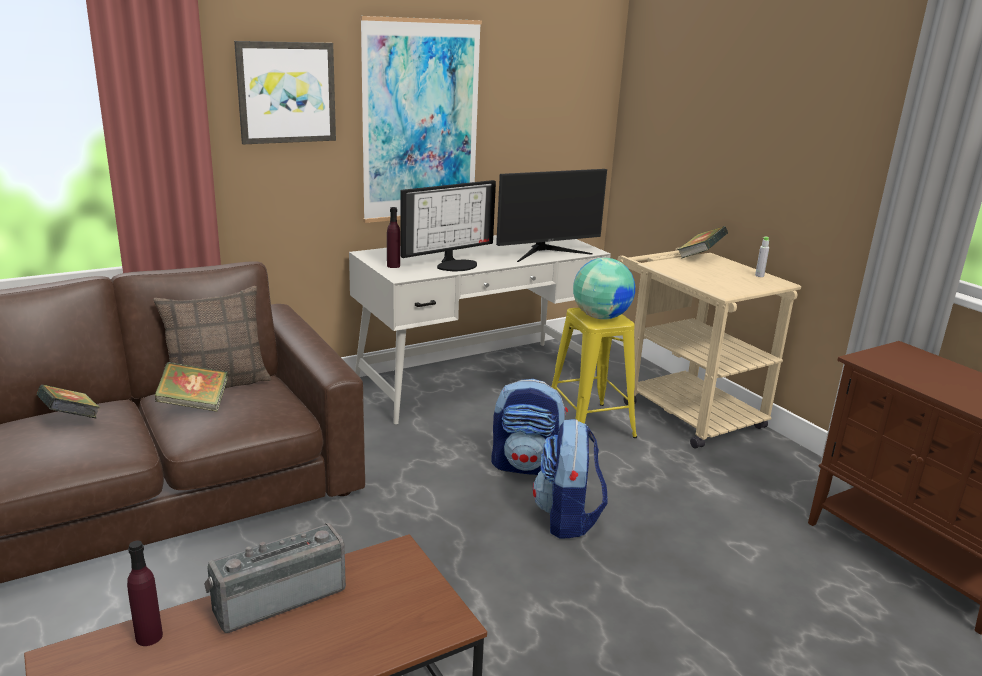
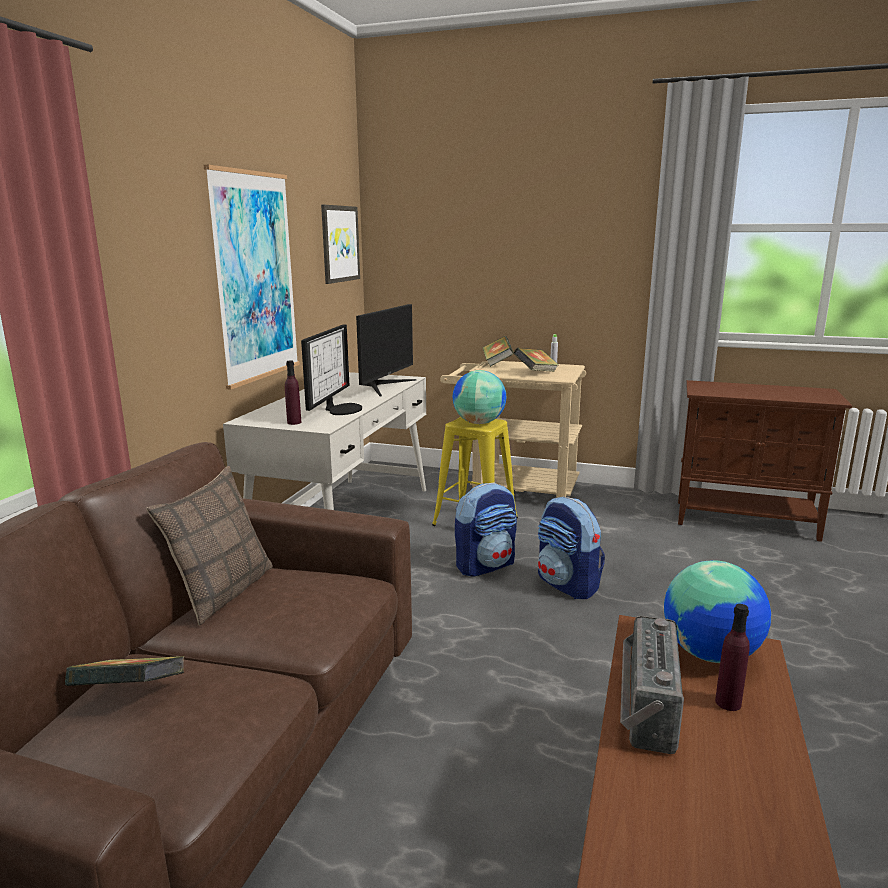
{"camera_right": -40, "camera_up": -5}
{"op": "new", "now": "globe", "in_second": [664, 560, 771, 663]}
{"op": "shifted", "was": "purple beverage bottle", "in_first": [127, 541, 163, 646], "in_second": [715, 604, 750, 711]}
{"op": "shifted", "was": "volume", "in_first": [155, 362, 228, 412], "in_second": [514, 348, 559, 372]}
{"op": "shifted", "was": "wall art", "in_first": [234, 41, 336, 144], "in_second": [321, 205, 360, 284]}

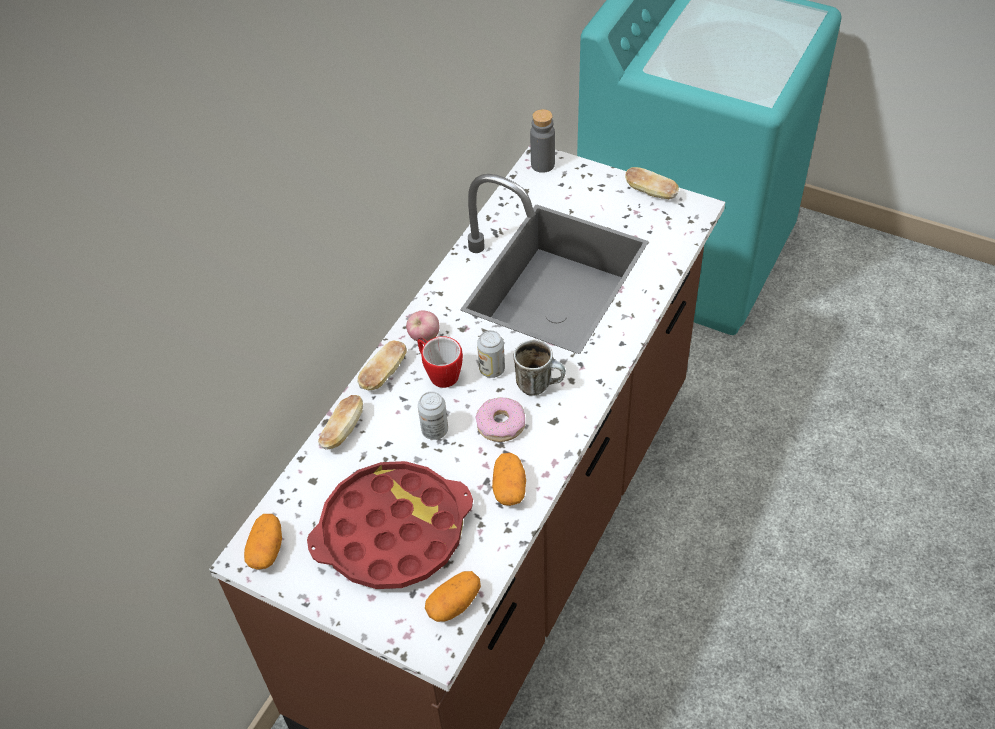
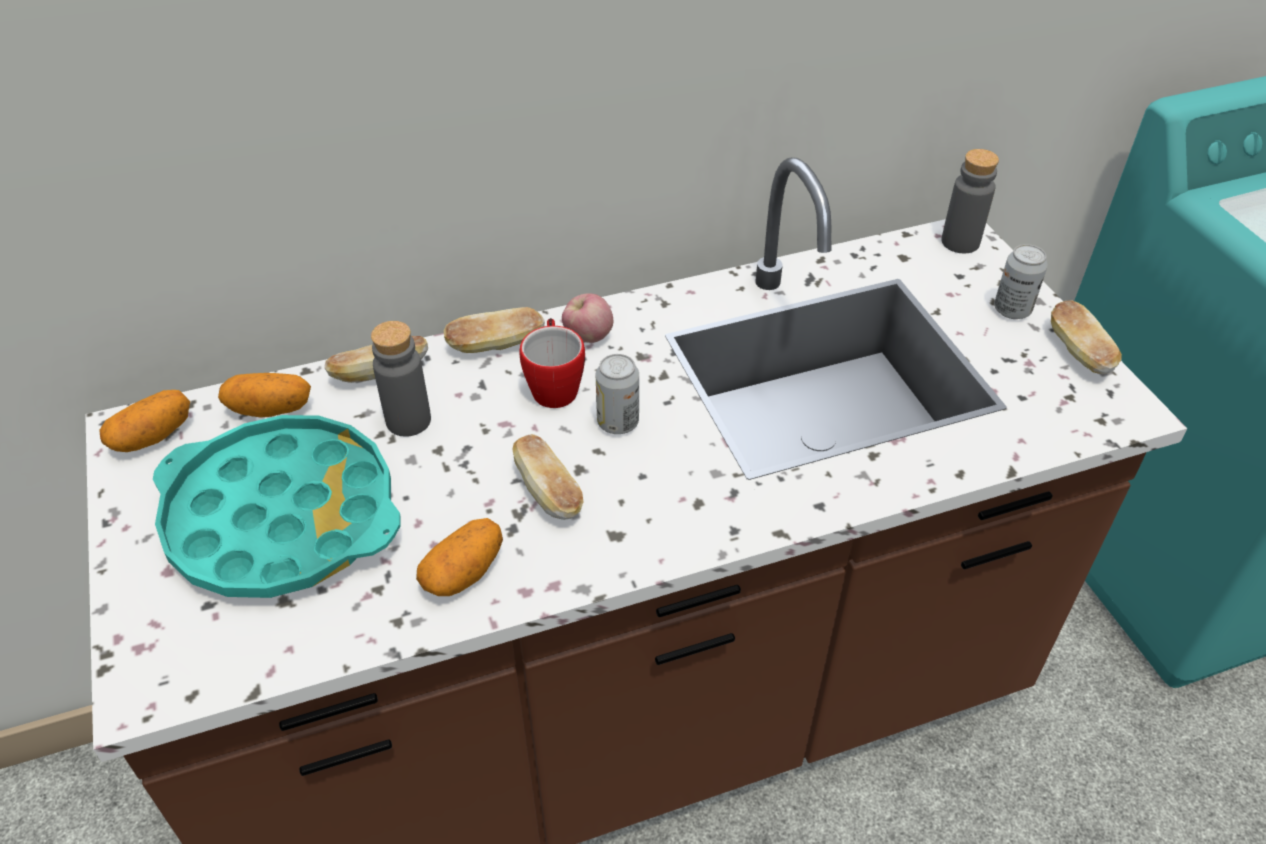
{"camera_right": 40, "camera_up": -5}
{"op": "gone", "was": "tea mug", "in_first": [514, 340, 566, 396]}
{"op": "new", "now": "greyish beverage bottle", "in_second": [371, 321, 431, 437]}
{"op": "shifted", "was": "sealed can", "in_first": [418, 391, 448, 440], "in_second": [994, 244, 1048, 319]}
{"op": "shifted", "was": "potato", "in_first": [425, 571, 481, 622], "in_second": [218, 373, 311, 418]}
{"op": "swapped", "was": "ring doughnut", "now": "baked bread", "in_first": [475, 397, 525, 442], "in_second": [512, 434, 583, 520]}
{"op": "repainted", "was": "reddish carrying tray", "now": "turquoise carrying tray", "in_first": [307, 461, 473, 589], "in_second": [153, 415, 401, 598]}

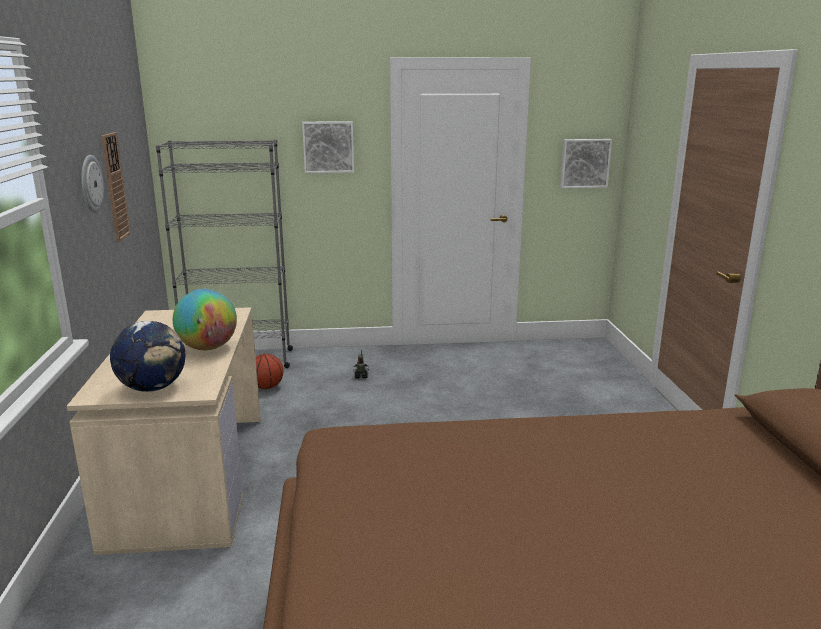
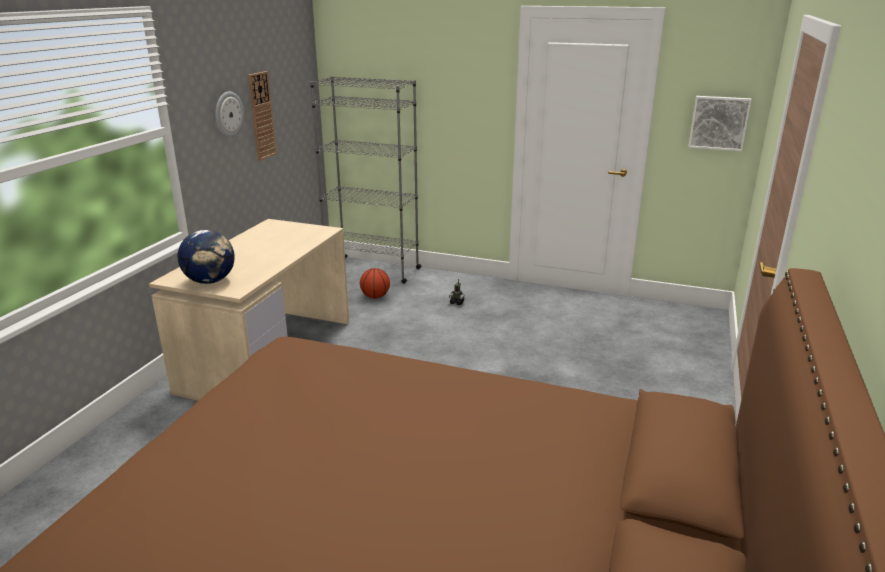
{"camera_right": 25, "camera_up": 5}
{"op": "gone", "was": "globe", "in_first": [173, 289, 237, 350]}
{"op": "gone", "was": "wall art", "in_first": [302, 121, 354, 173]}

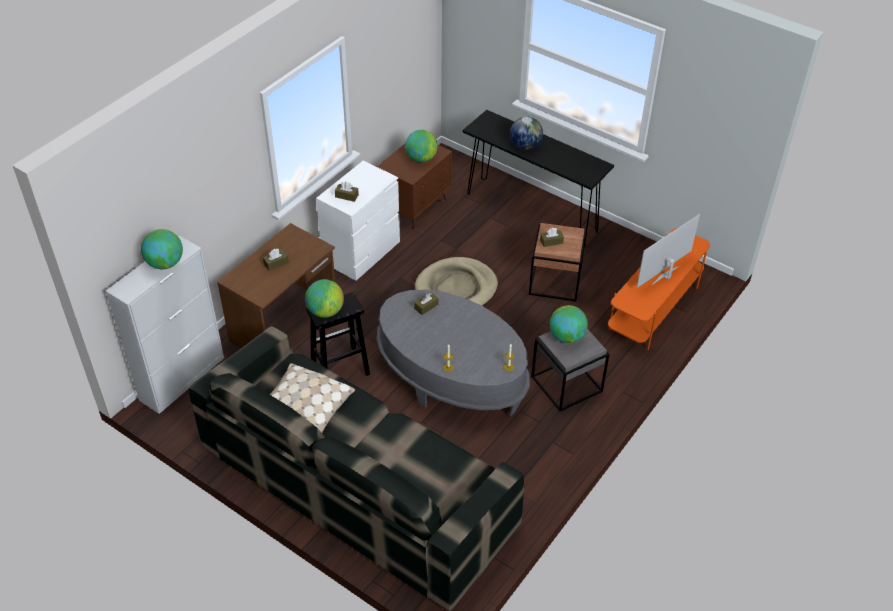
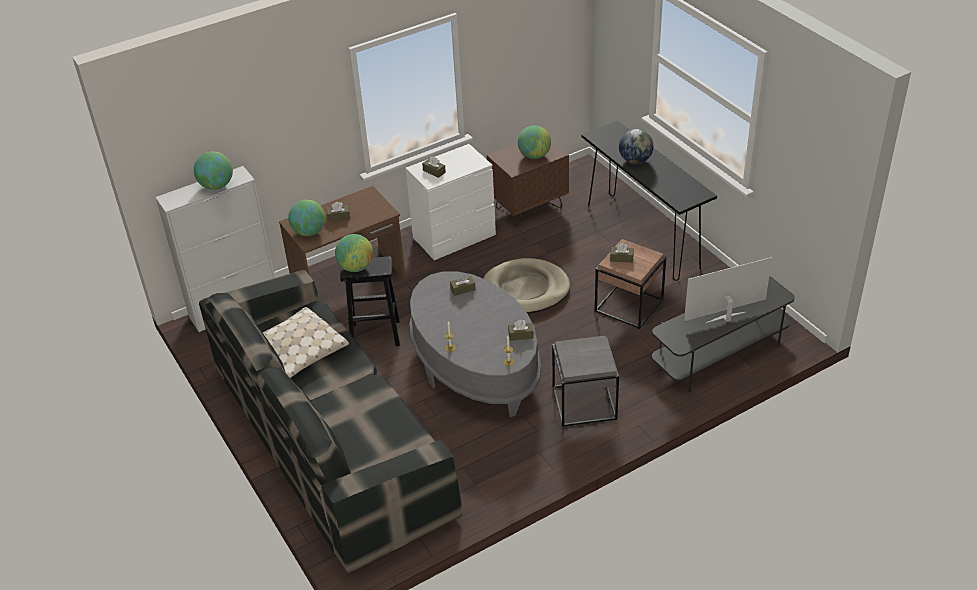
{"camera_right": 25, "camera_up": -5}
{"op": "new", "now": "brown-coloured tissue holder", "in_second": [508, 320, 534, 341]}
{"op": "shifted", "was": "globe", "in_first": [550, 305, 588, 343], "in_second": [288, 200, 325, 236]}
{"op": "repainted", "was": "orangey tv unit", "now": "greyish tv unit", "in_first": [608, 228, 710, 350], "in_second": [652, 276, 795, 393]}

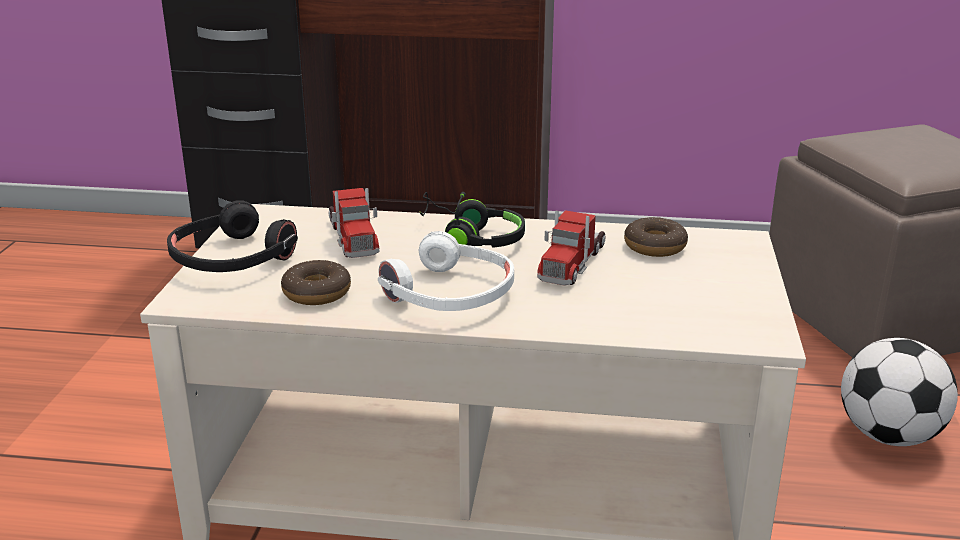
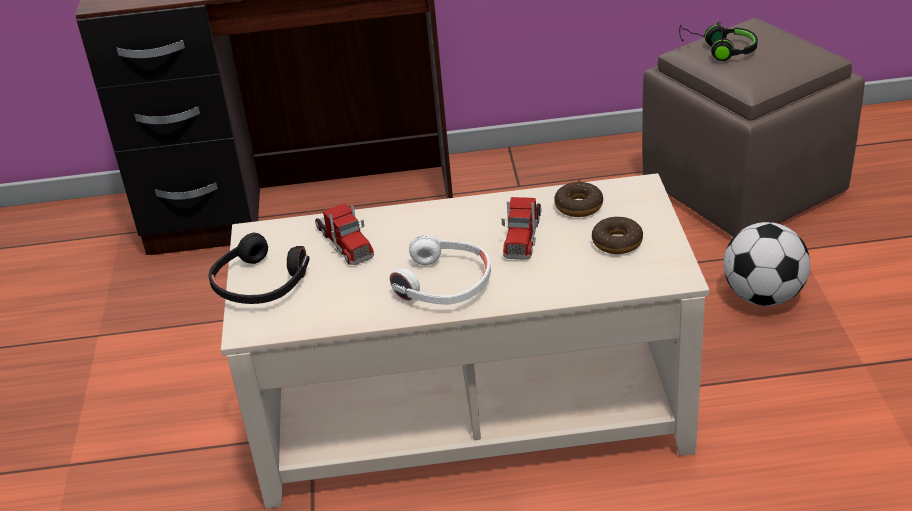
{"camera_right": -10, "camera_up": 10}
{"op": "shifted", "was": "ring doughnut", "in_first": [281, 260, 351, 305], "in_second": [592, 217, 643, 254]}
{"op": "shifted", "was": "black-coloured headset", "in_first": [419, 192, 525, 248], "in_second": [679, 22, 758, 61]}

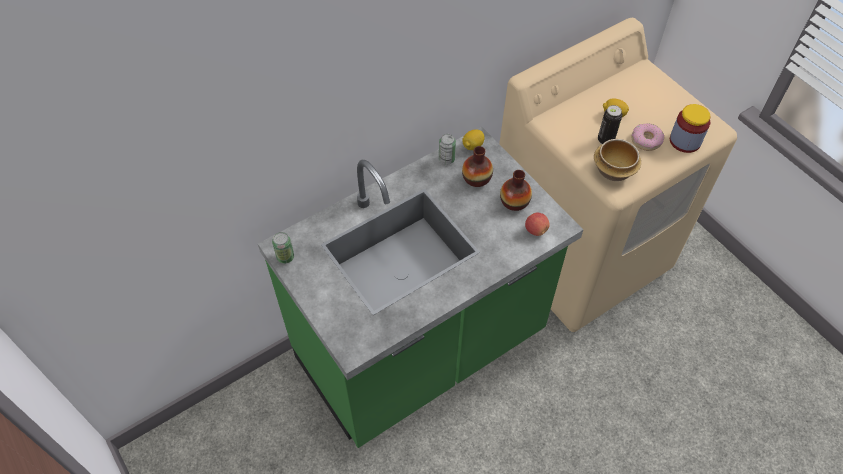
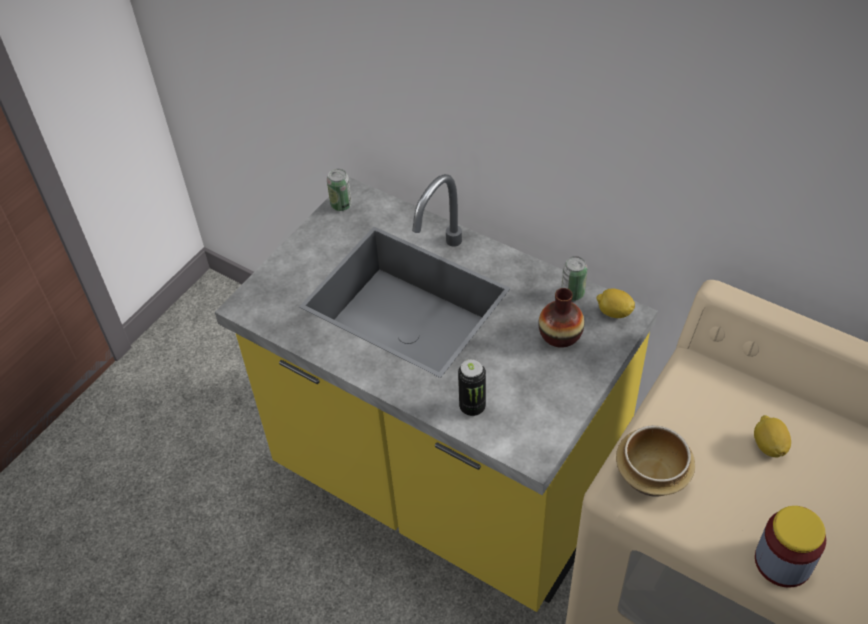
{"camera_right": 70, "camera_up": -5}
{"op": "gone", "was": "vase", "in_first": [500, 170, 532, 211]}
{"op": "gone", "was": "apple", "in_first": [525, 212, 550, 236]}
{"op": "gone", "was": "ring doughnut", "in_first": [632, 123, 664, 151]}
{"op": "shifted", "was": "sealed can", "in_first": [598, 105, 622, 144], "in_second": [458, 359, 486, 416]}
{"op": "repainted", "was": "green-coloured kitchen counter", "now": "yellowish kitchen counter", "in_first": [258, 127, 583, 448], "in_second": [215, 174, 658, 612]}

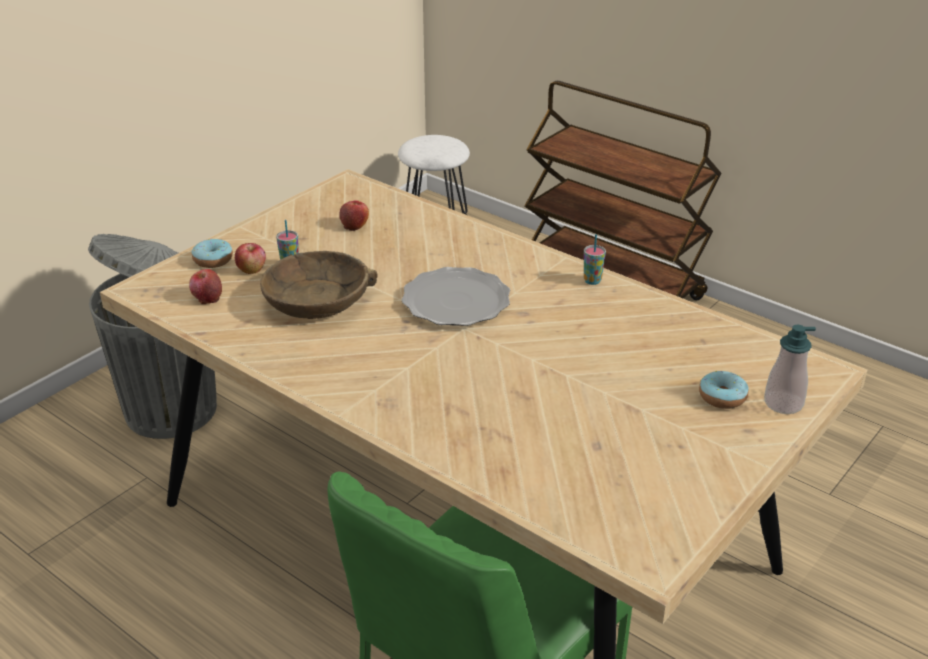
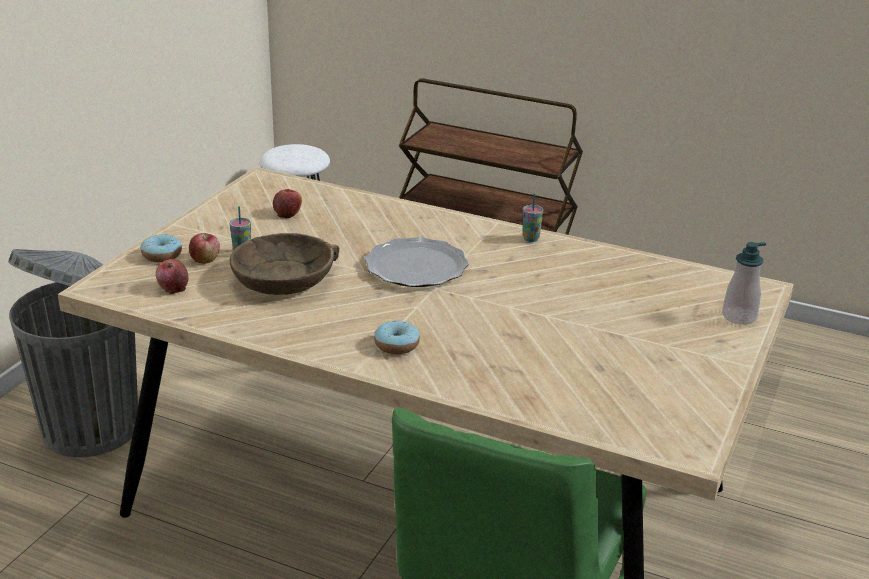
{"camera_right": -15, "camera_up": -5}
{"op": "shifted", "was": "ring doughnut", "in_first": [699, 371, 748, 409], "in_second": [374, 321, 420, 354]}

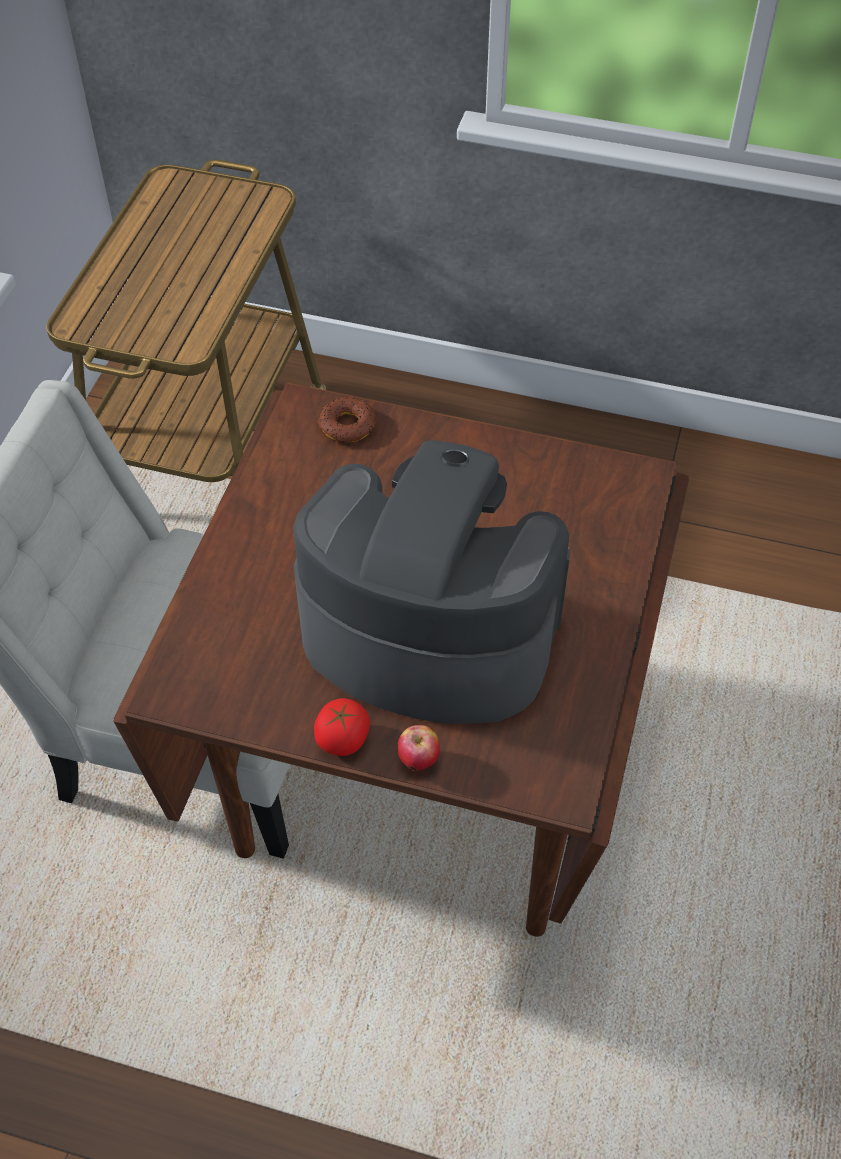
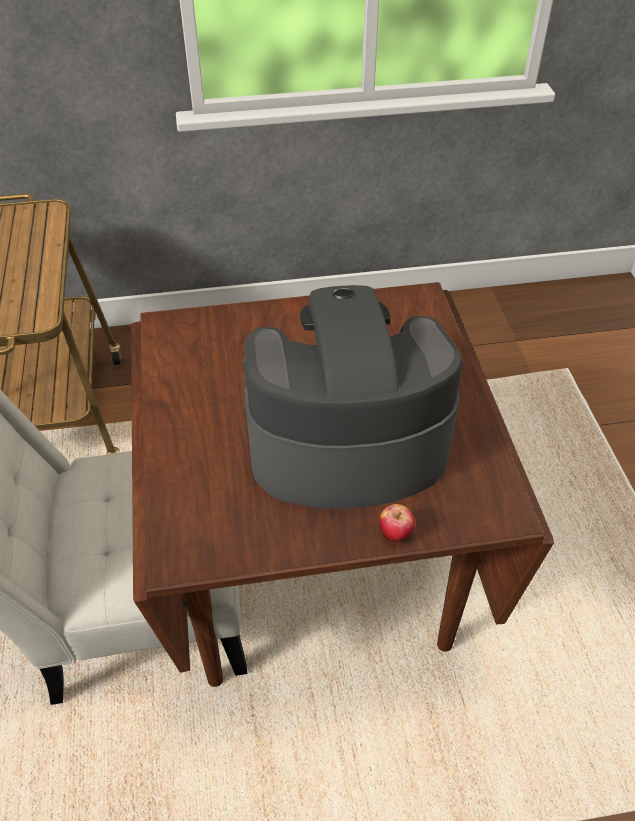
{"camera_right": -25, "camera_up": -5}
{"op": "gone", "was": "whole tomato", "in_first": [314, 698, 370, 756]}
{"op": "gone", "was": "ring doughnut", "in_first": [318, 397, 376, 443]}

